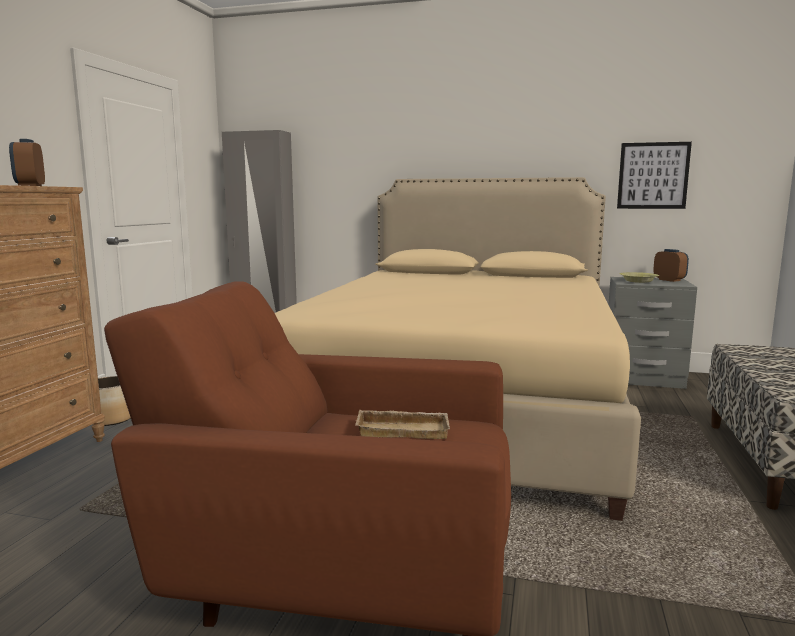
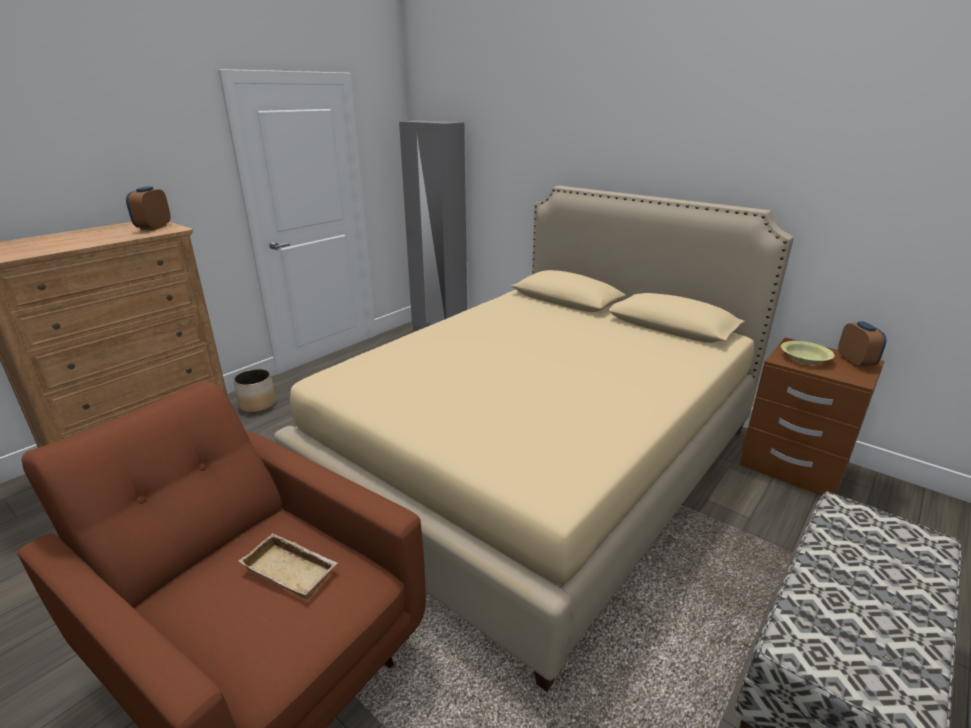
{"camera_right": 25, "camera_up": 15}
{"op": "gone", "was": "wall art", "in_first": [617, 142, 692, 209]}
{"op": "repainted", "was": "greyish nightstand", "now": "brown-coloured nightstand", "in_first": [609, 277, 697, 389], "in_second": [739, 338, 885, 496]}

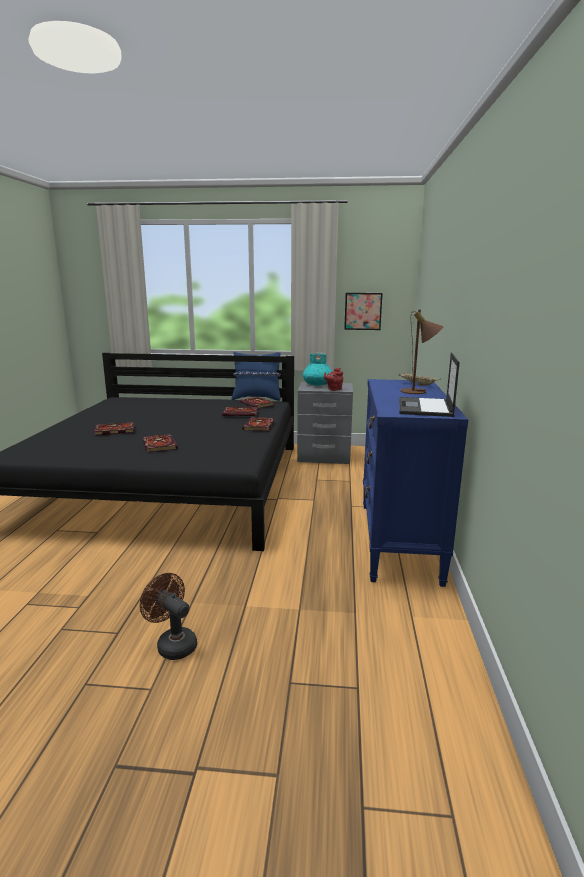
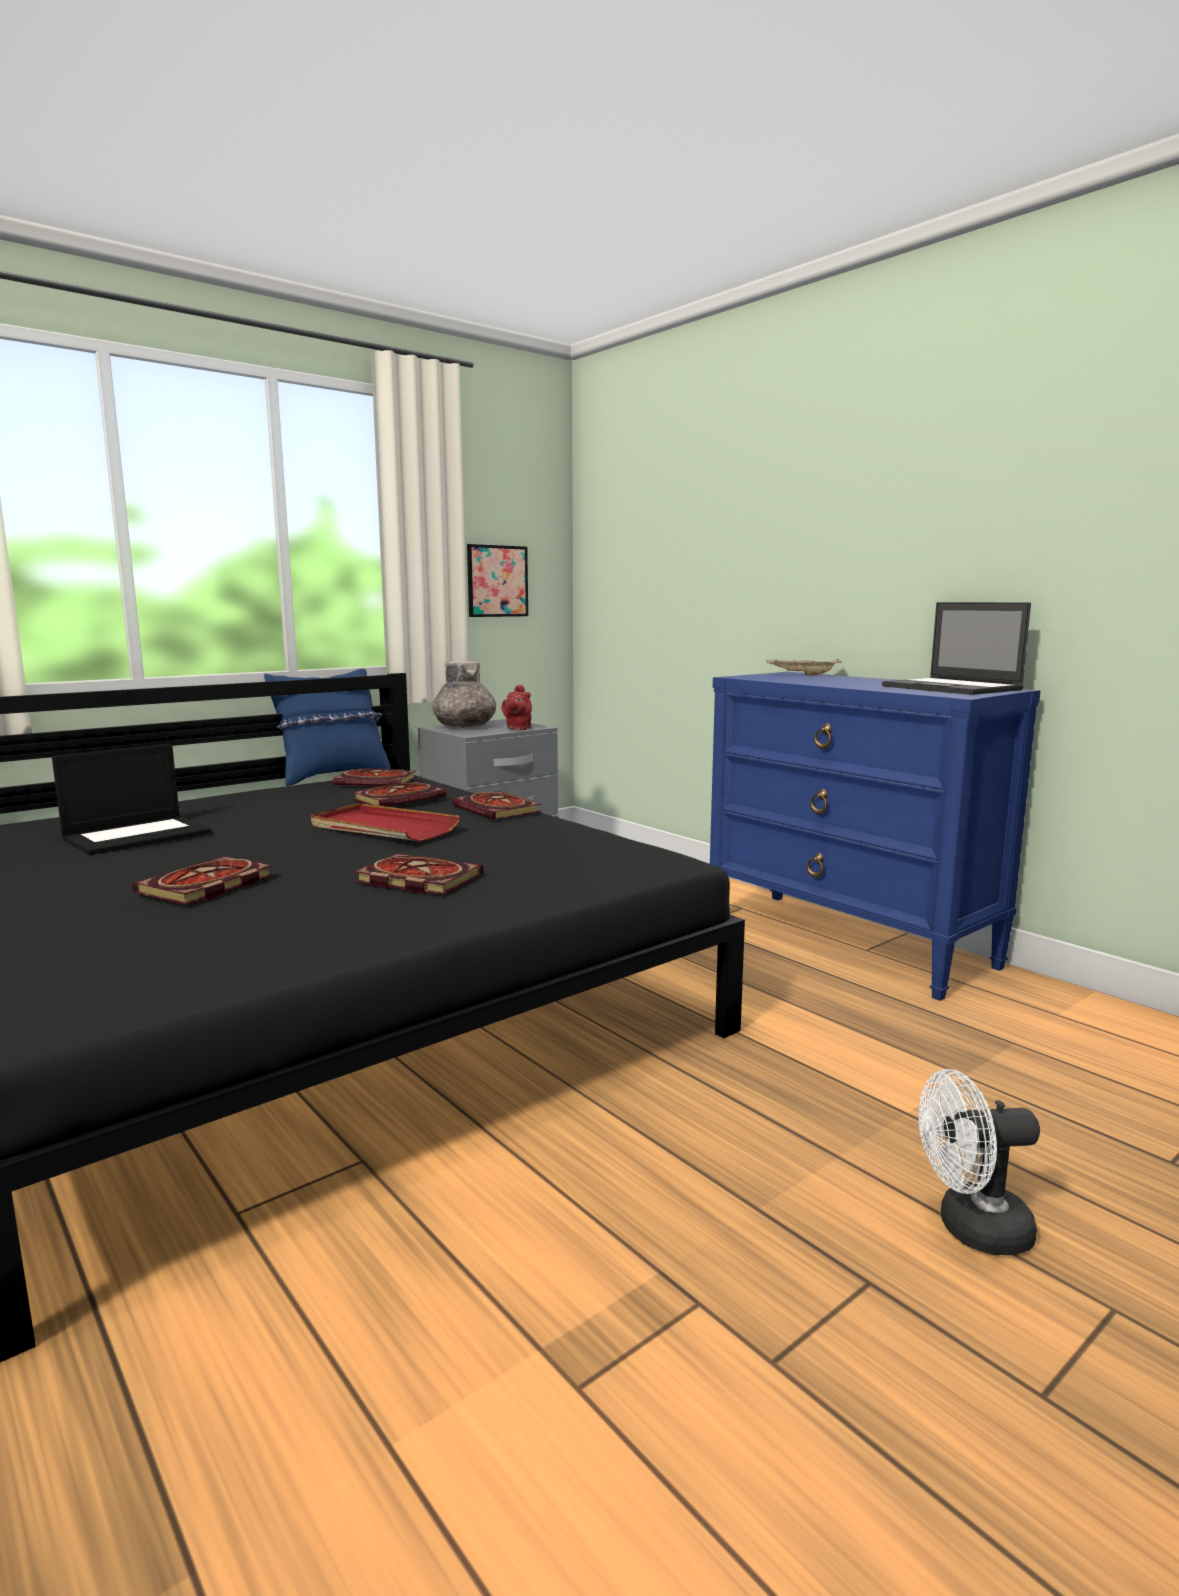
{"camera_right": -45, "camera_up": -5}
{"op": "gone", "was": "brown-coloured tabletop lamp", "in_first": [401, 310, 444, 394]}
{"op": "new", "now": "laptop", "in_second": [52, 743, 211, 855]}
{"op": "new", "now": "reddish carrying tray", "in_second": [311, 803, 461, 841]}
{"op": "repainted", "was": "brown-coloured electric fan", "now": "white electric fan", "in_first": [140, 573, 197, 660], "in_second": [919, 1069, 1040, 1255]}
{"op": "repainted", "was": "turquoise vase", "now": "greyish vase", "in_first": [303, 353, 332, 386], "in_second": [432, 661, 496, 728]}

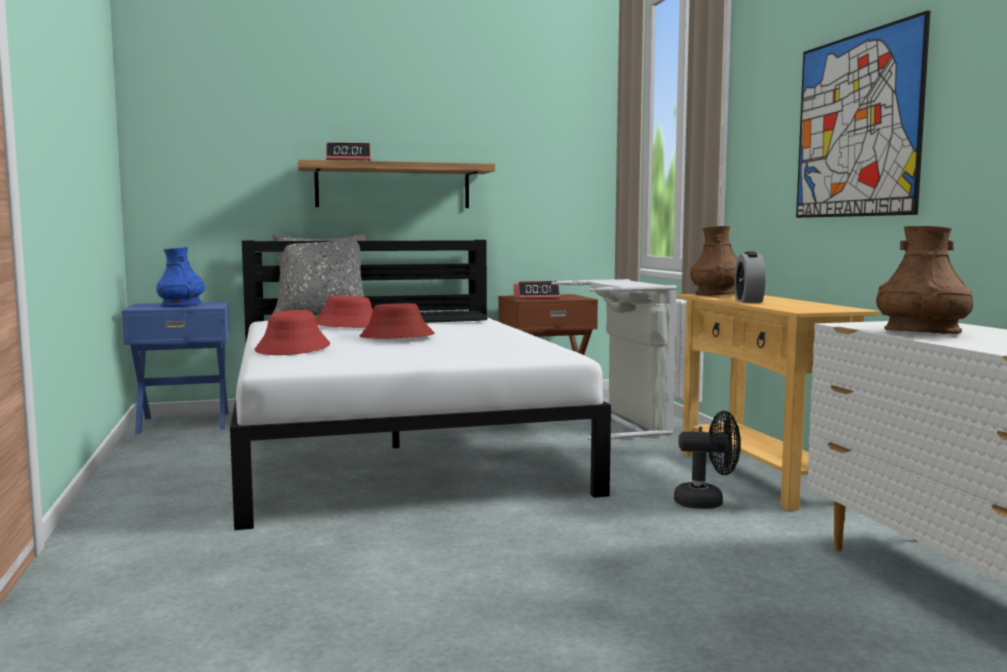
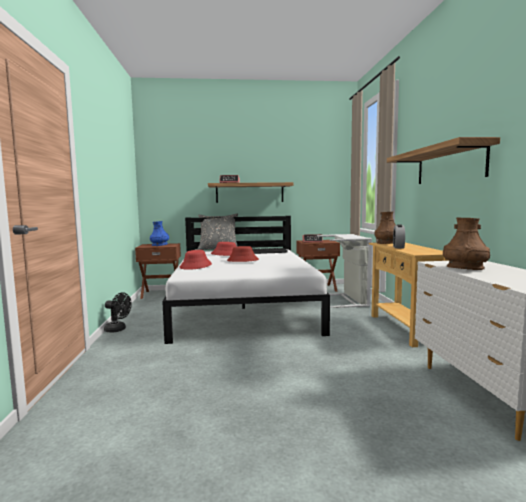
{"camera_right": 10, "camera_up": 0}
{"op": "shifted", "was": "black-coloured electric fan", "in_first": [674, 411, 741, 509], "in_second": [104, 292, 132, 333]}
{"op": "swapped", "was": "wall art", "now": "bracket shelf", "in_first": [796, 10, 930, 218], "in_second": [387, 137, 500, 184]}
{"op": "repainted", "was": "bluish nightstand", "now": "brown-coloured nightstand", "in_first": [122, 302, 230, 435], "in_second": [135, 243, 181, 299]}

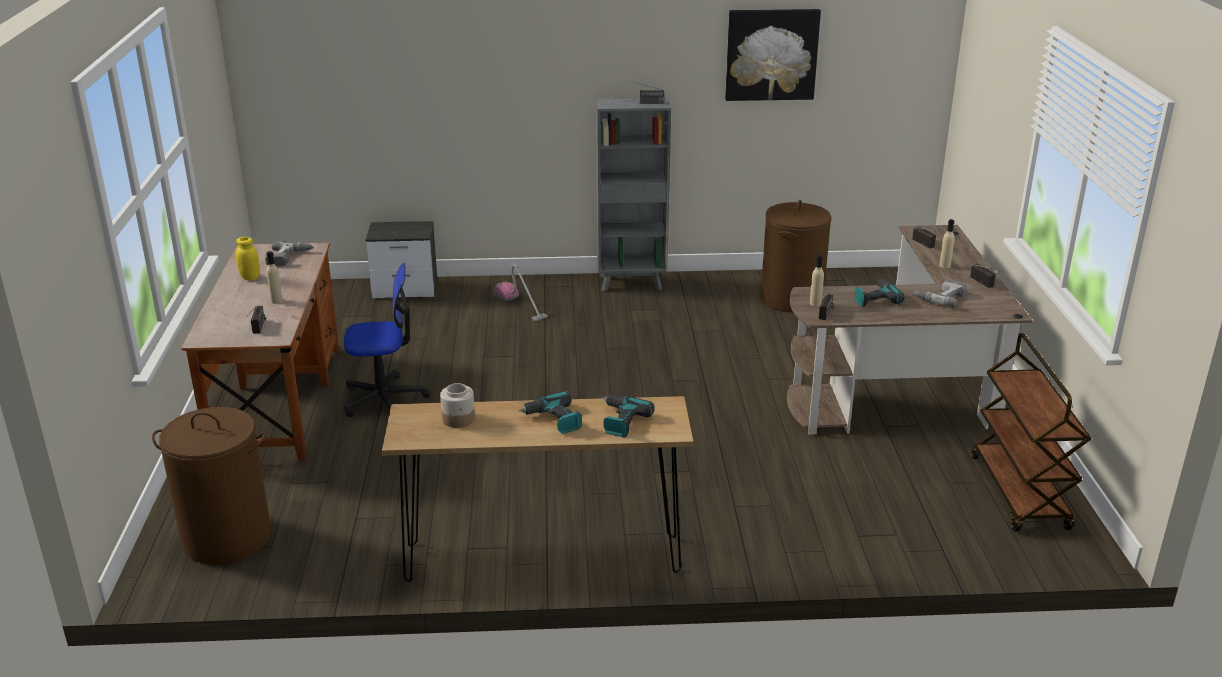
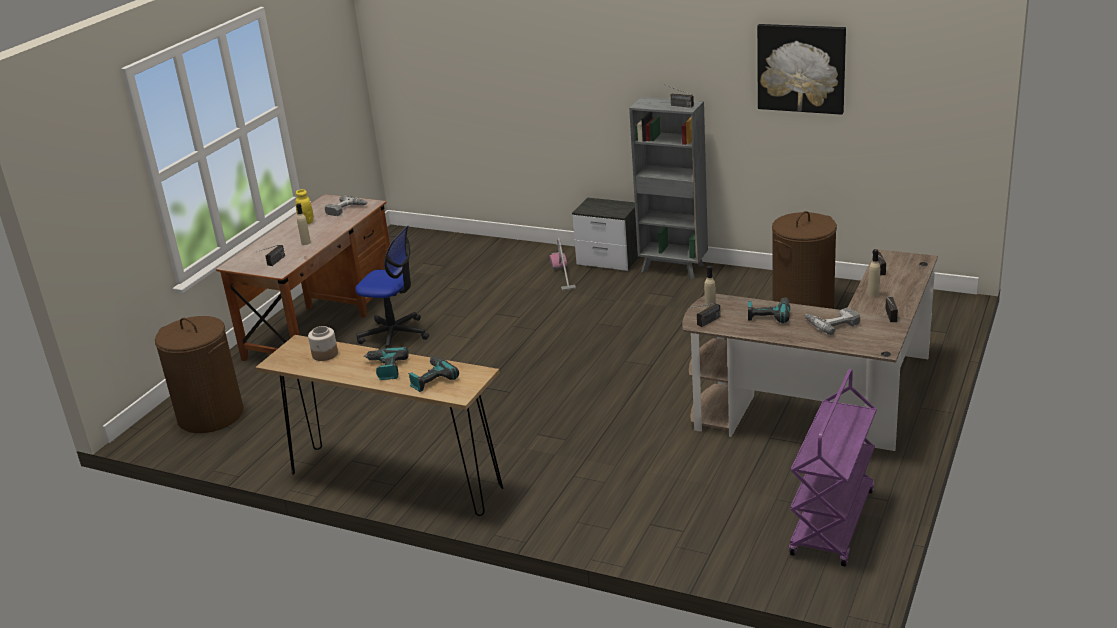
{"camera_right": 30, "camera_up": 0}
{"op": "shifted", "was": "nightstand", "in_first": [366, 221, 437, 298], "in_second": [572, 198, 640, 271]}
{"op": "repainted", "was": "brown-coloured cart", "now": "purple cart", "in_first": [971, 333, 1091, 532], "in_second": [789, 369, 877, 567]}

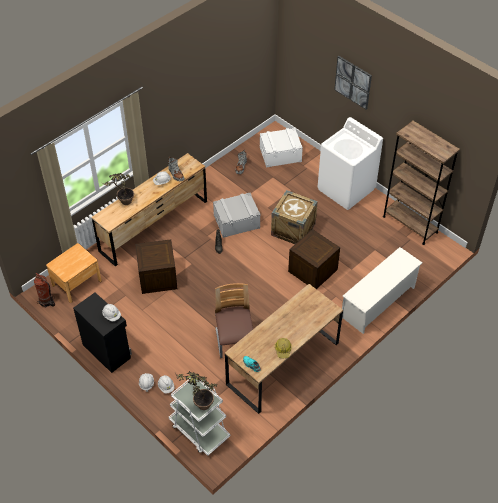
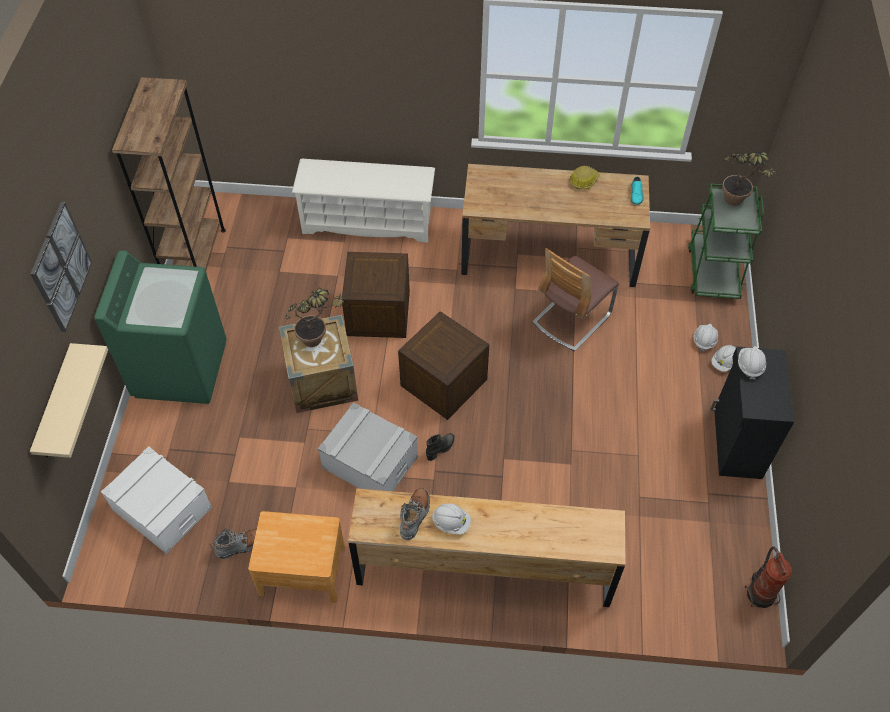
{"camera_right": -130, "camera_up": 5}
{"op": "new", "now": "beige bracket shelf", "in_second": [30, 343, 108, 458]}
{"op": "shifted", "was": "brown-coloured nightstand", "in_first": [46, 243, 102, 303], "in_second": [248, 511, 345, 603]}
{"op": "shifted", "was": "plant in a pot", "in_first": [103, 173, 134, 205], "in_second": [285, 287, 344, 347]}
{"op": "shifted", "was": "packing crate", "in_first": [135, 239, 177, 294], "in_second": [398, 311, 489, 420]}
{"op": "repainted", "was": "white cart", "now": "green-coloured cart", "in_first": [169, 379, 230, 456], "in_second": [688, 184, 764, 299]}
{"op": "repainted", "was": "white washing machine", "now": "green-coloured washing machine", "in_first": [318, 117, 383, 210], "in_second": [94, 250, 227, 404]}

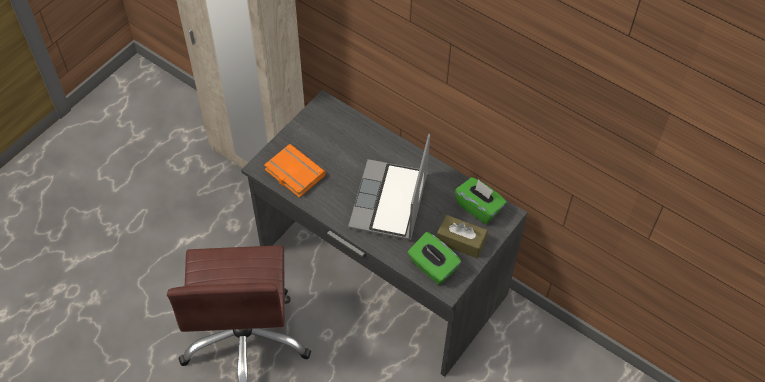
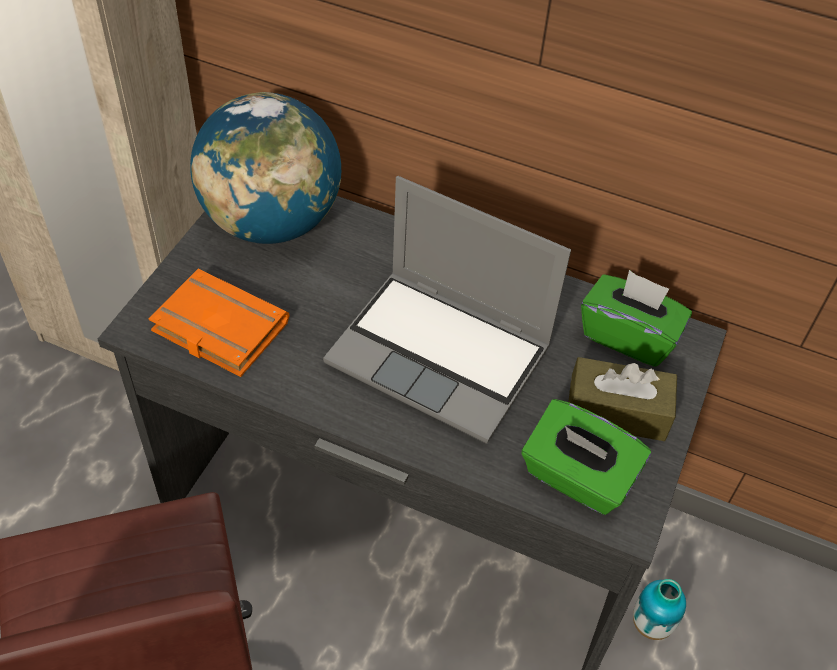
{"camera_right": -15, "camera_up": -5}
{"op": "new", "now": "globe", "in_second": [190, 92, 341, 244]}
{"op": "new", "now": "vase", "in_second": [633, 579, 686, 640]}
{"op": "rotated", "was": "laptop", "in_first": [348, 134, 430, 240], "in_second": [323, 176, 571, 444], "clockwise": -60}

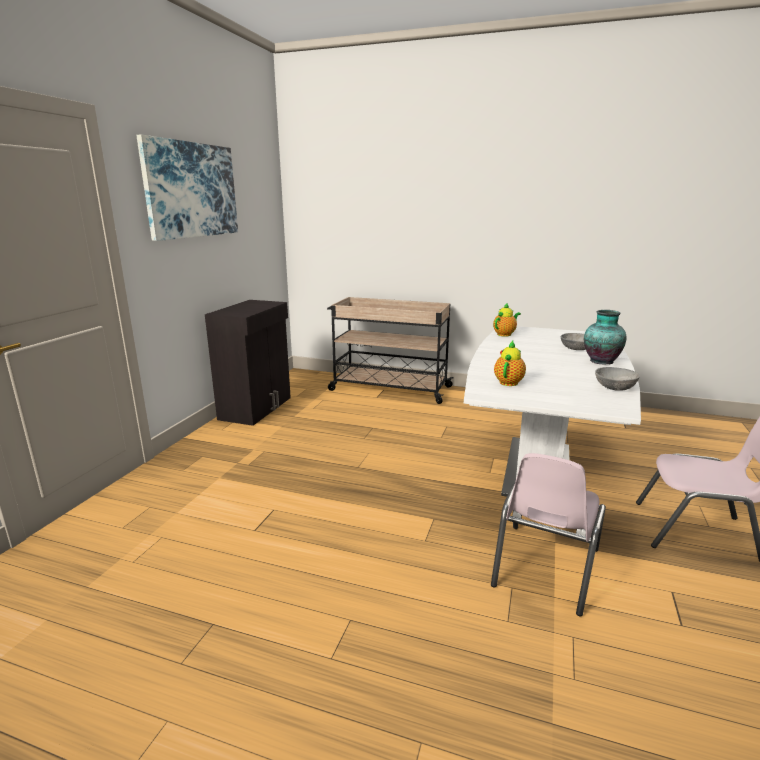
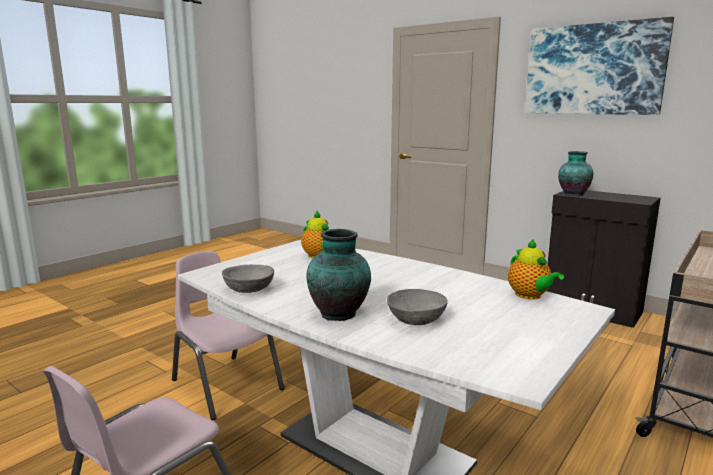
{"camera_right": 110, "camera_up": -5}
{"op": "new", "now": "vase", "in_second": [558, 151, 593, 196]}

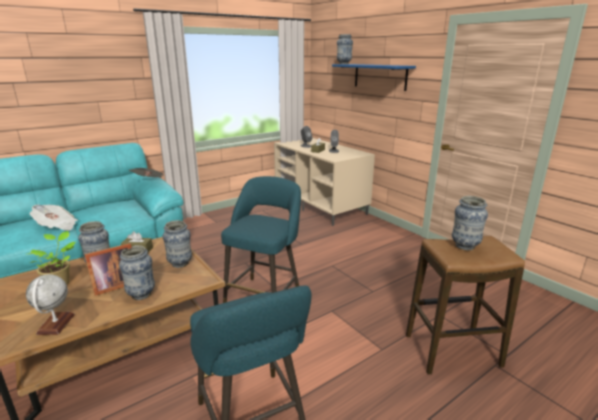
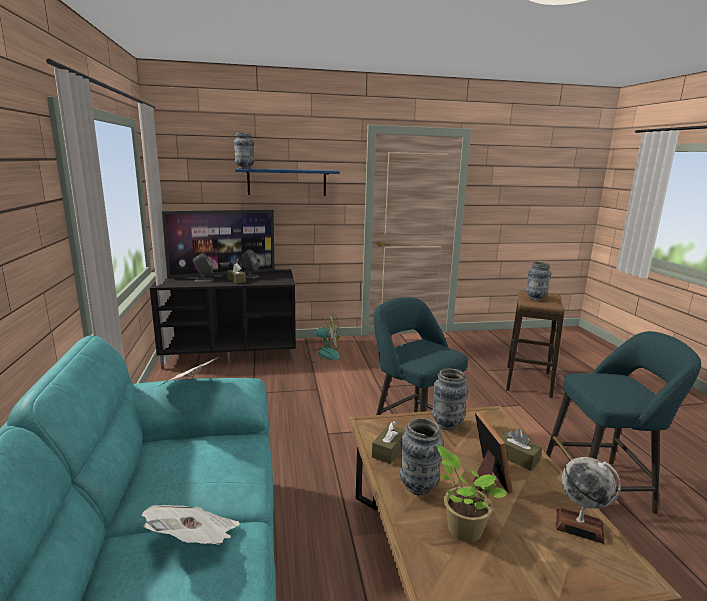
{"camera_right": -65, "camera_up": -5}
{"op": "new", "now": "television", "in_second": [162, 210, 275, 279]}
{"op": "new", "now": "electric fan", "in_second": [305, 314, 340, 363]}
{"op": "swapped", "was": "vase", "now": "brown-coloured tissue holder", "in_first": [119, 245, 155, 300], "in_second": [500, 429, 542, 471]}
{"op": "repainted", "was": "beige tv unit", "now": "black-coloured tv unit", "in_first": [274, 138, 375, 226], "in_second": [150, 269, 296, 369]}

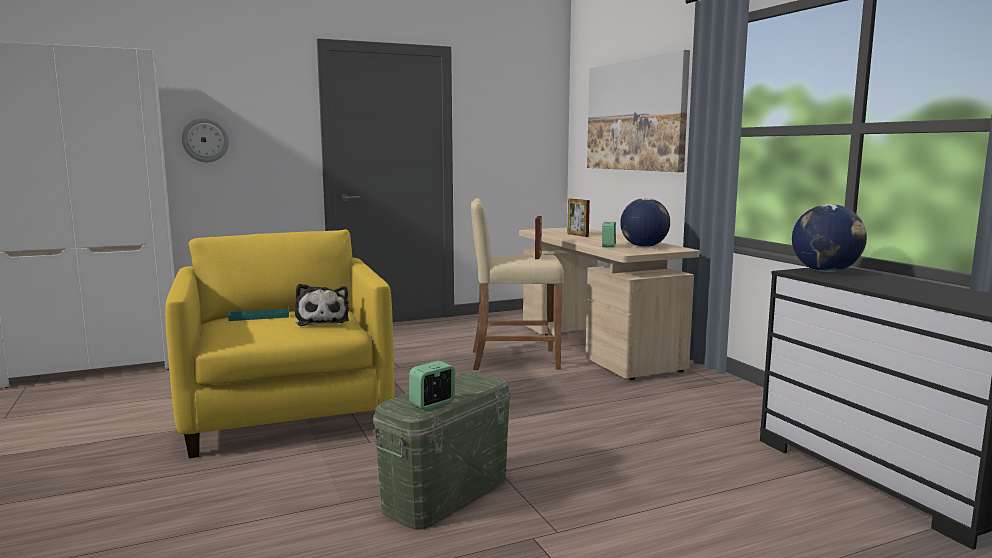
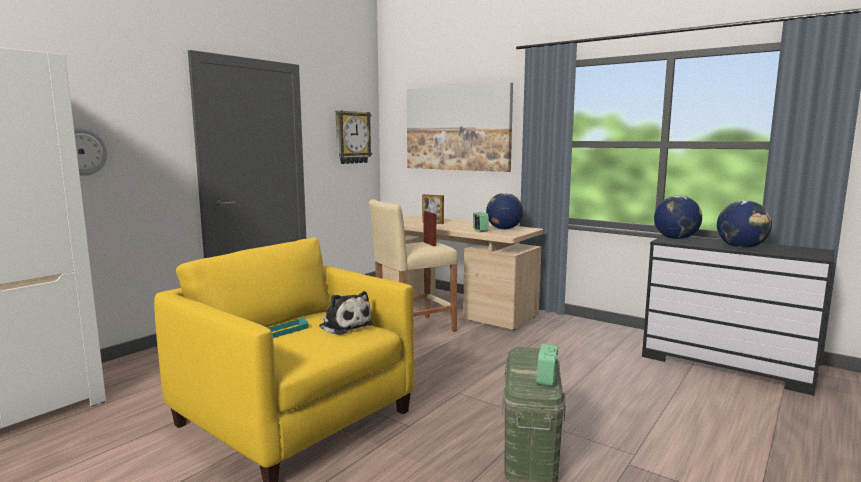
{"camera_right": -30, "camera_up": 0}
{"op": "new", "now": "hanging clock", "in_second": [336, 111, 372, 164]}
{"op": "new", "now": "globe", "in_second": [717, 200, 772, 248]}

